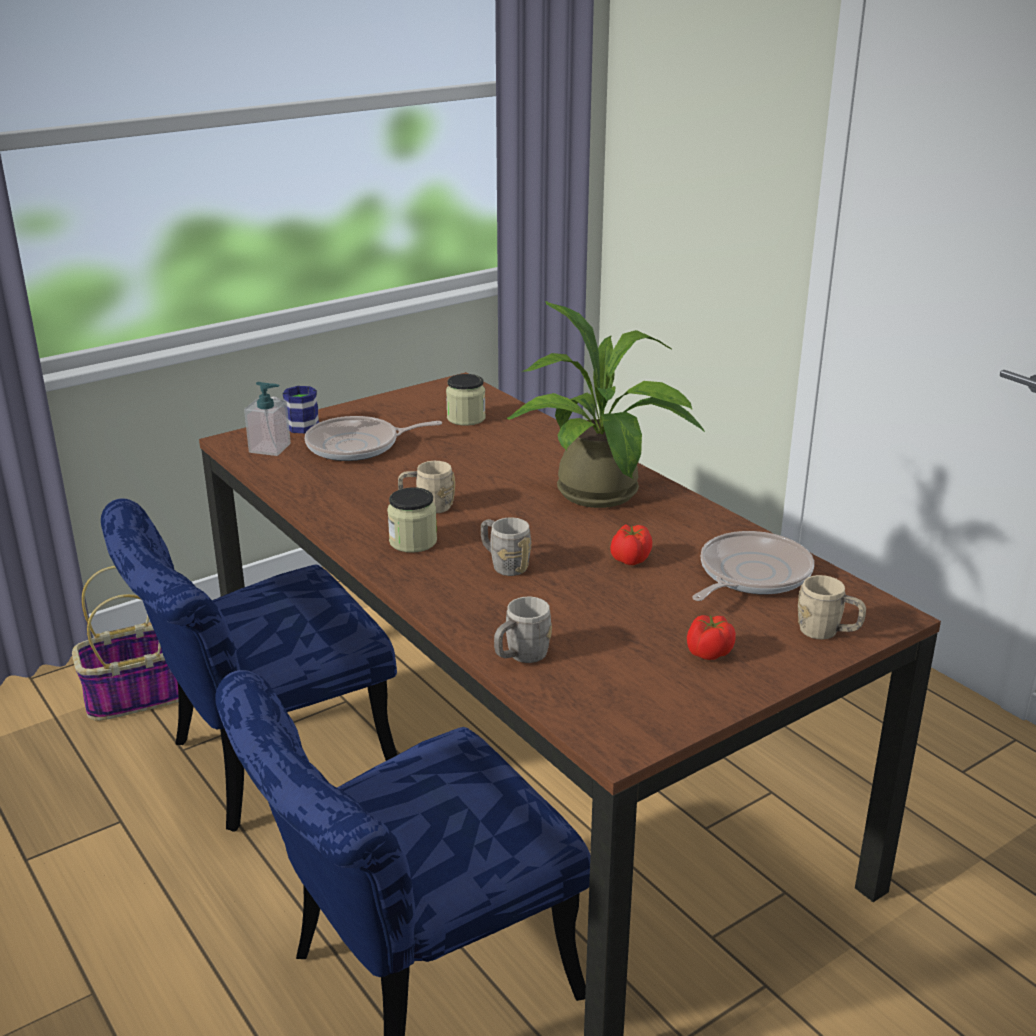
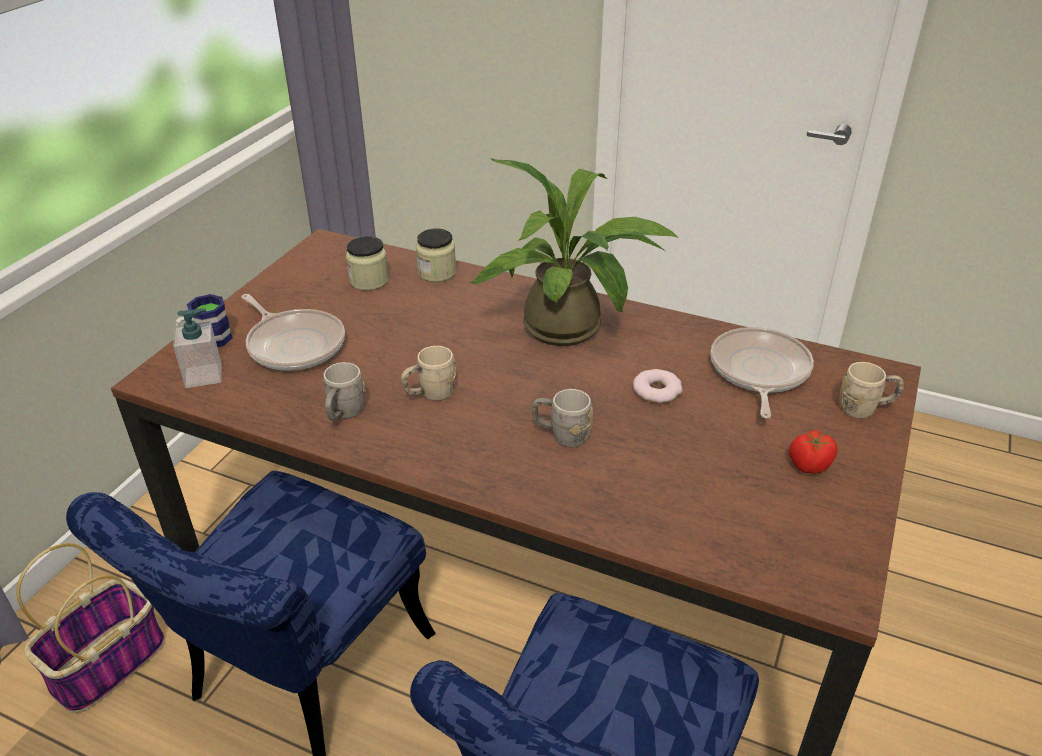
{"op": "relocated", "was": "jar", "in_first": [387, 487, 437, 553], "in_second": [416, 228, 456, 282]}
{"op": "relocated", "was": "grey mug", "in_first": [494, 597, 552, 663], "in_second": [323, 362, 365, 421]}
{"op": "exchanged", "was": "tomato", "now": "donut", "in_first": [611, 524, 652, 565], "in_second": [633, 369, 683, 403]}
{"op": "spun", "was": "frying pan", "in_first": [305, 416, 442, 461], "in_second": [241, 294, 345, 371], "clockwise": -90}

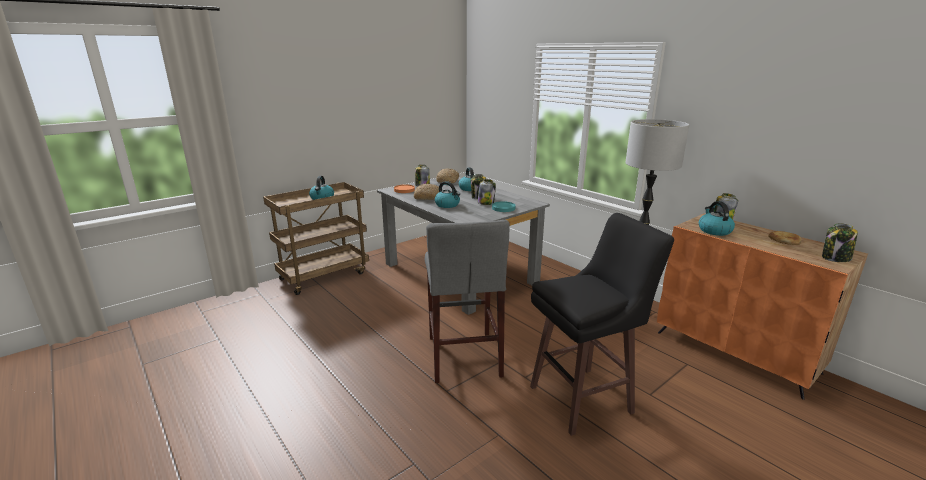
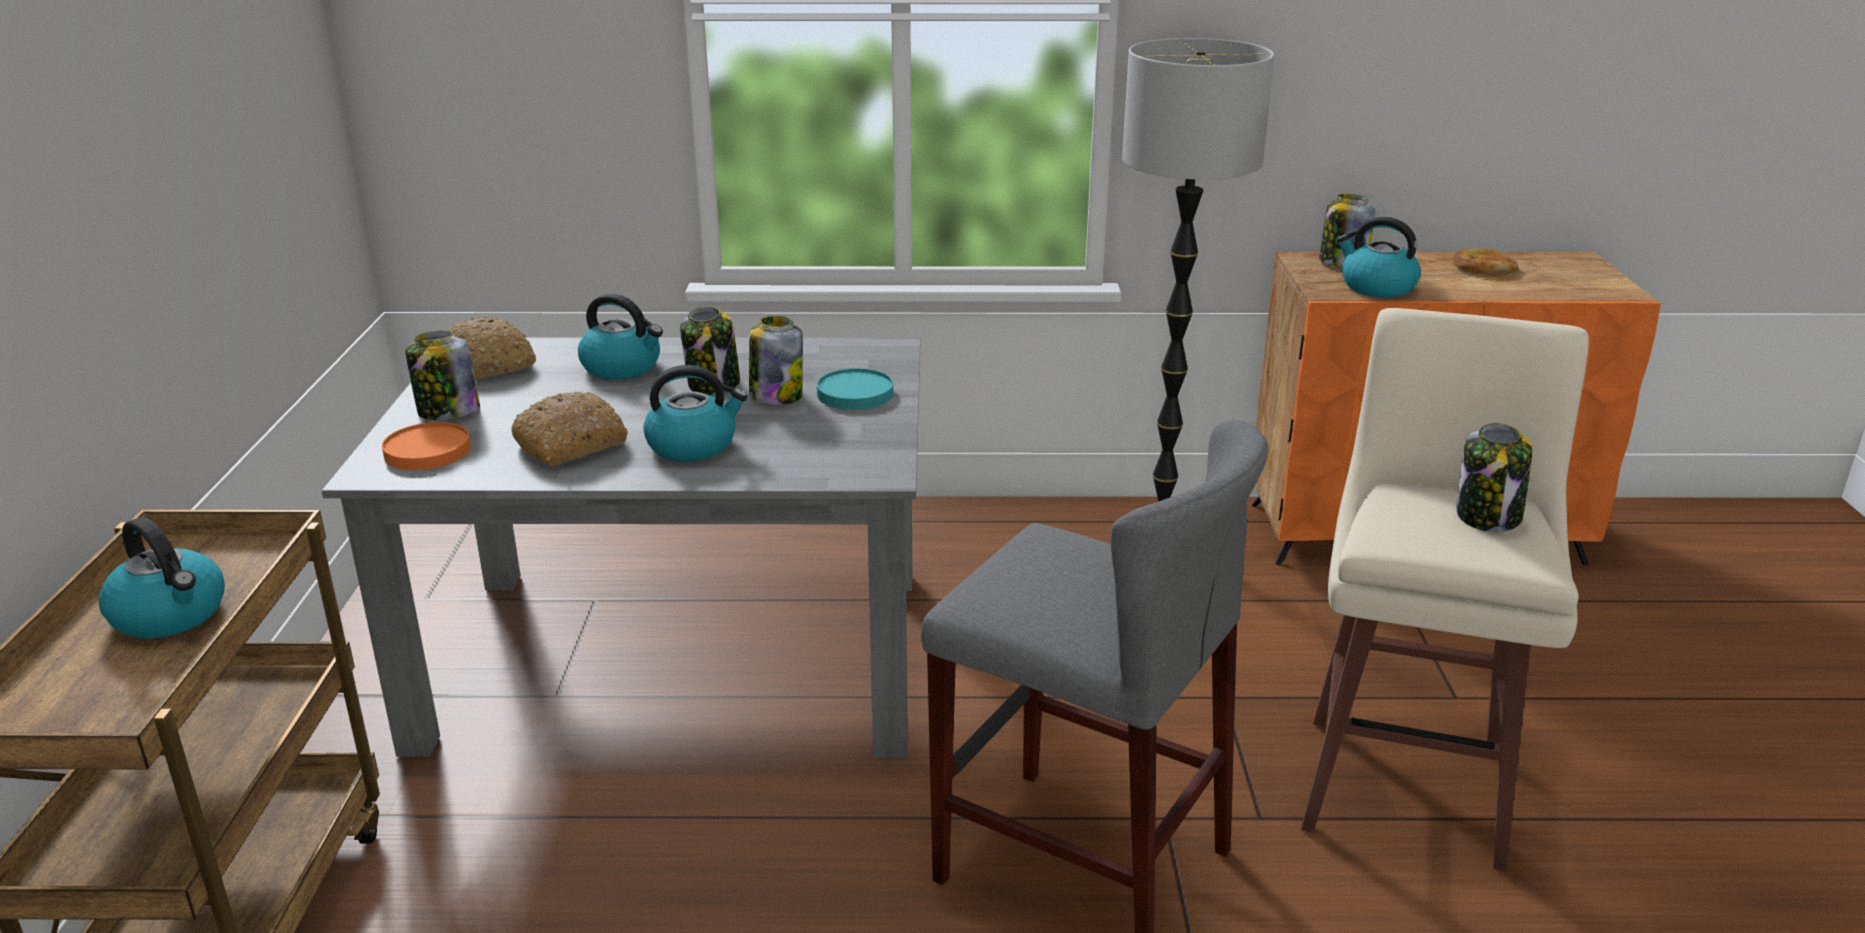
{"op": "relocated", "was": "jar", "in_first": [822, 223, 858, 262], "in_second": [1456, 423, 1533, 532]}
{"op": "colour", "was": "black stool", "now": "beige stool", "in_first": [530, 213, 674, 436], "in_second": [1301, 308, 1589, 871]}

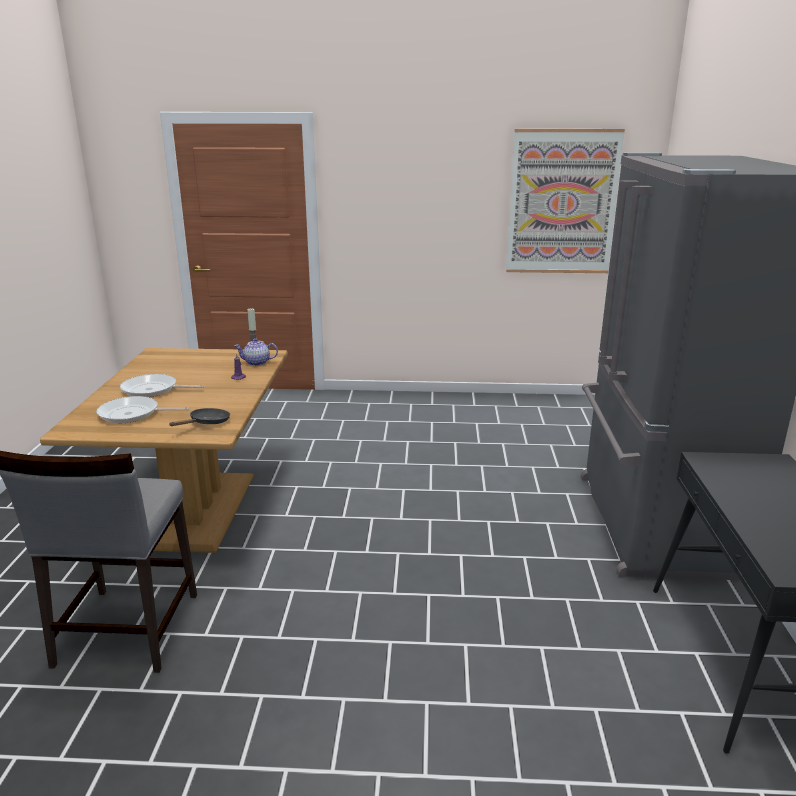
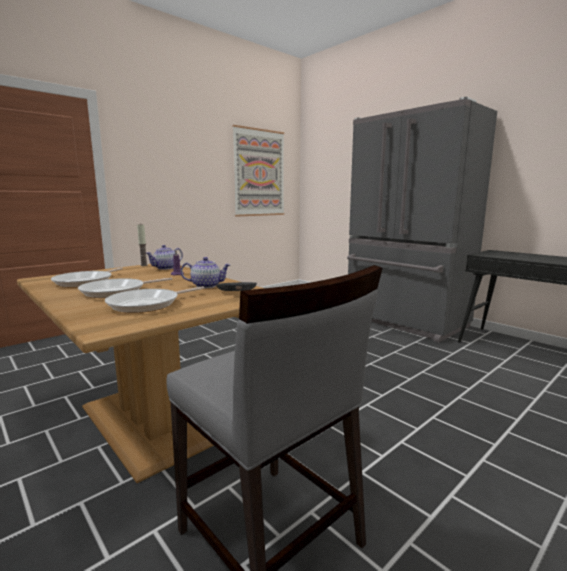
{"op": "appeared", "now": "frying pan", "in_second": [51, 267, 123, 287]}
{"op": "appeared", "now": "teapot", "in_second": [181, 257, 230, 288]}

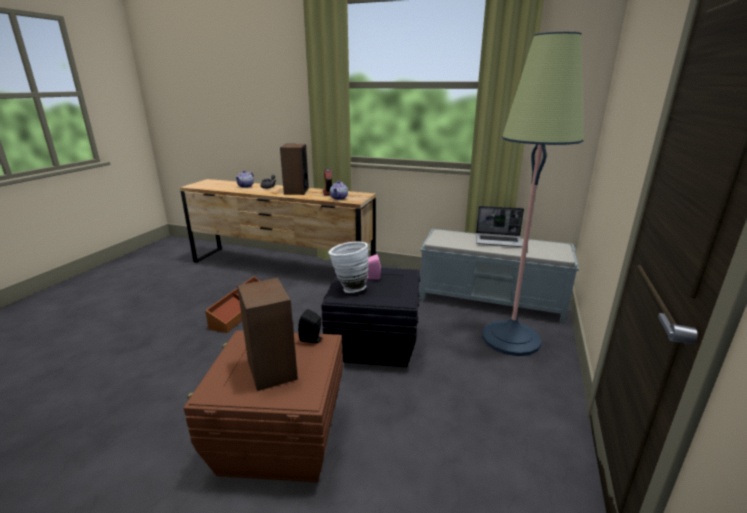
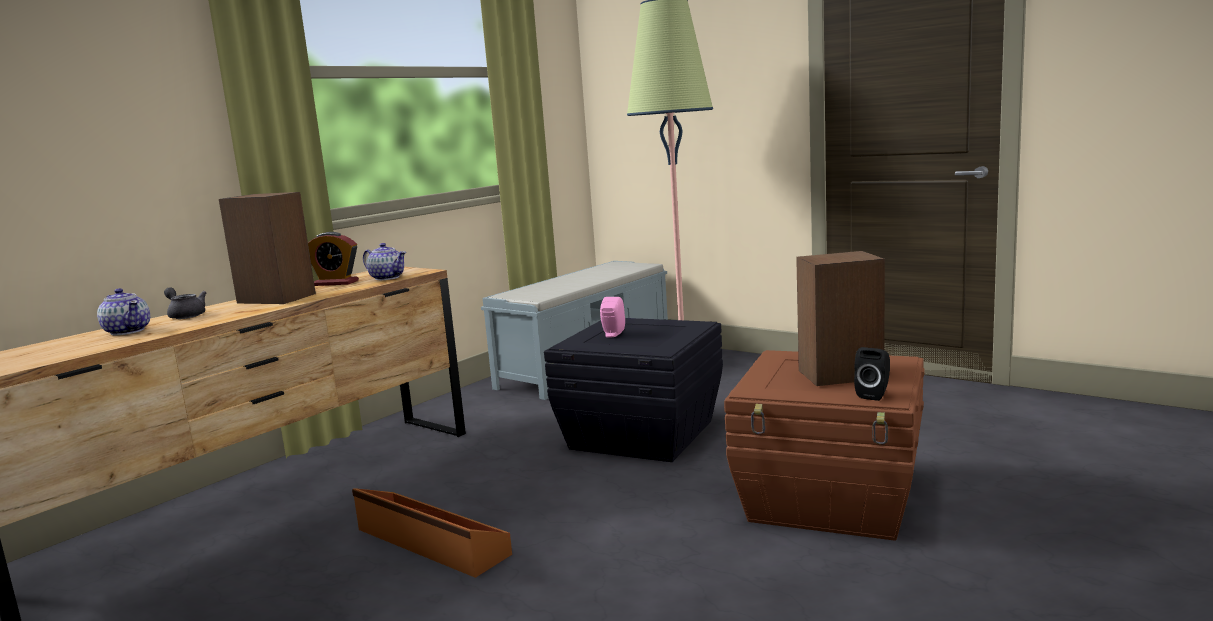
{"op": "missing", "was": "white vase", "in_first": [328, 242, 369, 293]}
{"op": "missing", "was": "laptop", "in_first": [476, 206, 524, 247]}
{"op": "relocated", "was": "black speaker", "in_first": [298, 309, 323, 343], "in_second": [854, 347, 890, 401]}

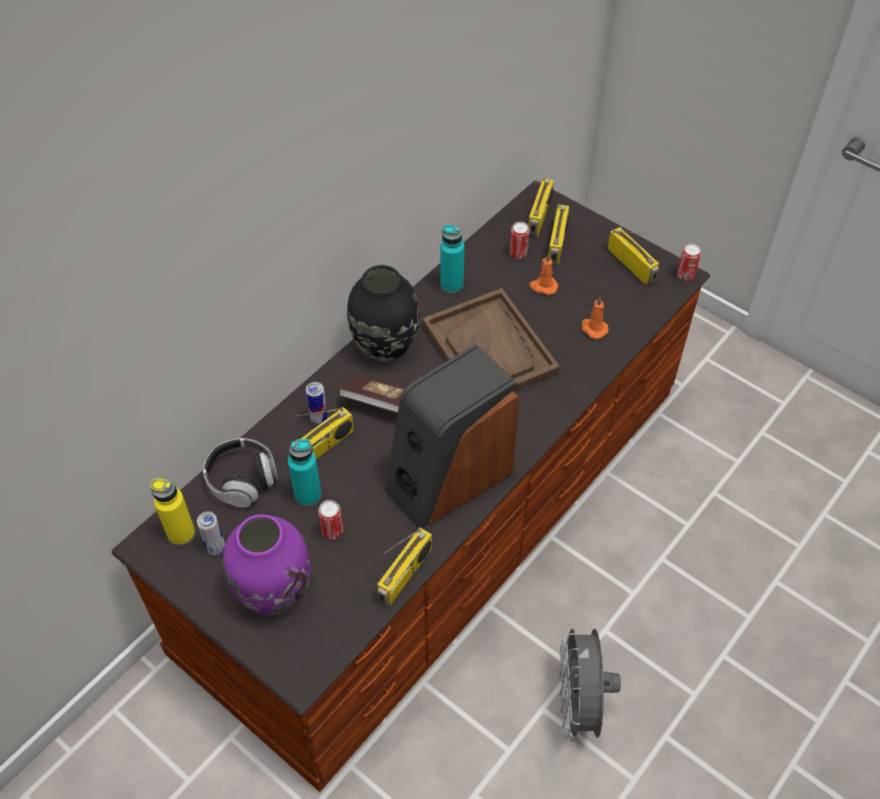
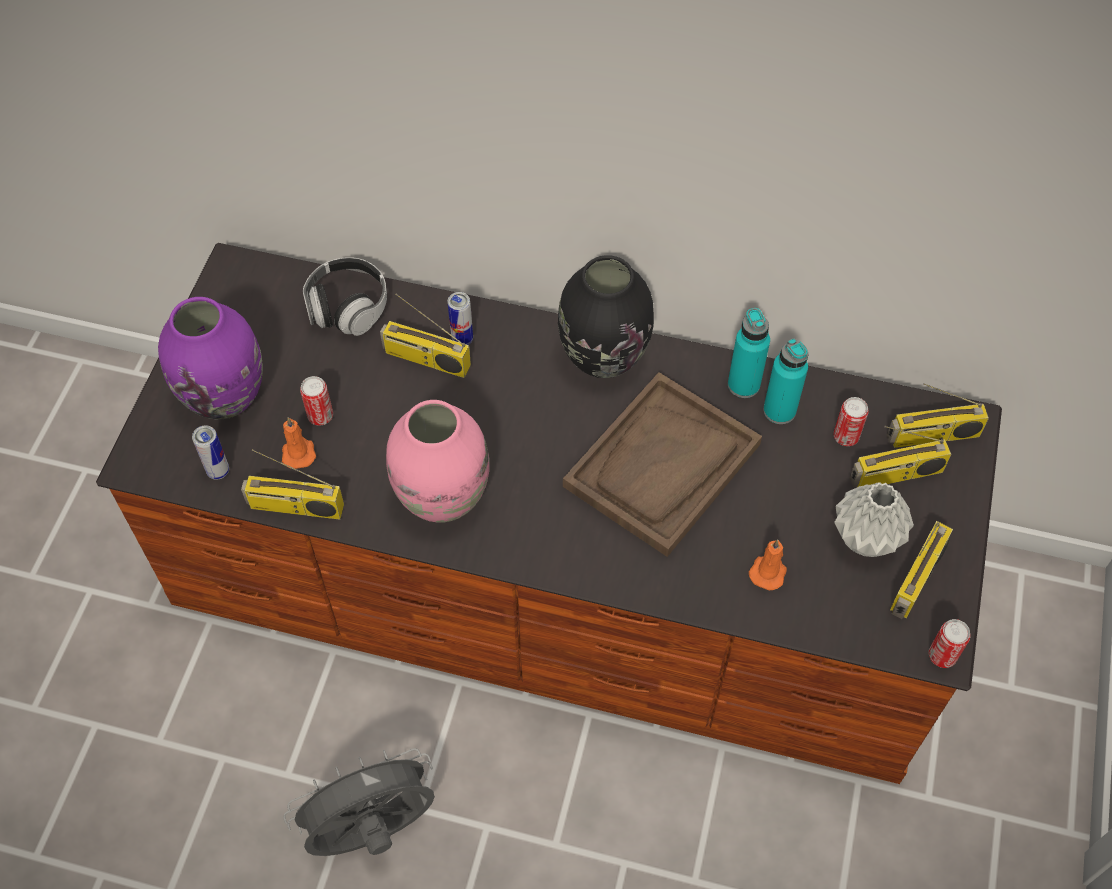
{"op": "missing", "was": "yellow bottle", "in_first": [150, 478, 195, 546]}
{"op": "missing", "was": "book", "in_first": [339, 374, 407, 413]}
{"op": "appeared", "now": "grey vase", "in_second": [834, 482, 914, 557]}
{"op": "relocated", "was": "can", "in_first": [197, 512, 225, 555], "in_second": [192, 425, 229, 480]}
{"op": "relocated", "was": "turquoise bottle", "in_first": [288, 439, 322, 506], "in_second": [763, 339, 808, 424]}
{"op": "relocated", "was": "orange candle", "in_first": [529, 254, 558, 295], "in_second": [282, 417, 316, 469]}
{"op": "exchanged", "was": "speaker", "now": "pink vase", "in_first": [384, 343, 519, 529], "in_second": [386, 400, 489, 523]}

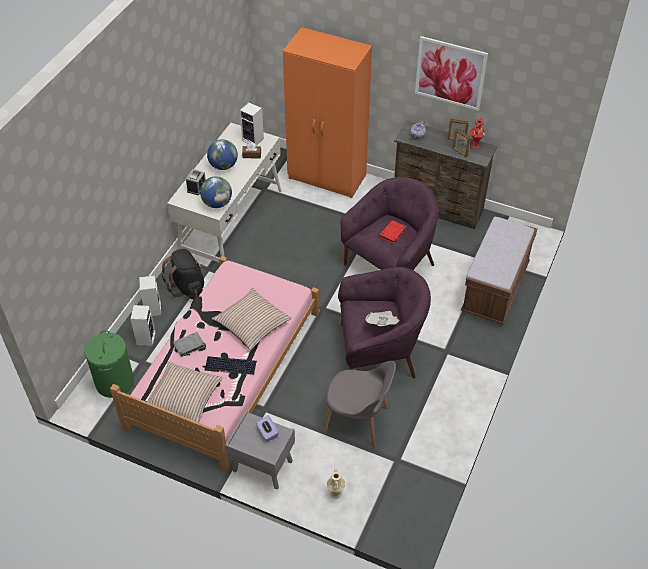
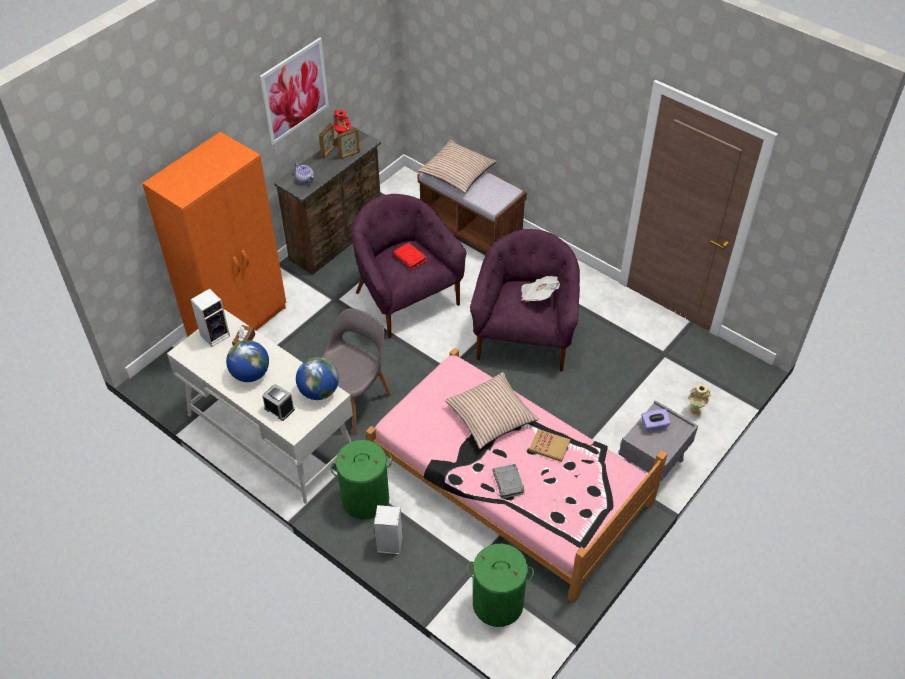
{"op": "missing", "was": "speaker", "in_first": [130, 305, 156, 346]}
{"op": "relocated", "was": "pillow", "in_first": [147, 361, 223, 422], "in_second": [418, 140, 497, 193]}
{"op": "relocated", "was": "grey chair", "in_first": [323, 361, 396, 448], "in_second": [322, 308, 391, 435]}
{"op": "exchanged", "was": "black backpack", "now": "green laundry basket", "in_first": [161, 249, 204, 299], "in_second": [330, 440, 392, 520]}
{"op": "exchanged", "was": "keyboard", "now": "book", "in_first": [205, 356, 257, 375], "in_second": [529, 429, 570, 462]}

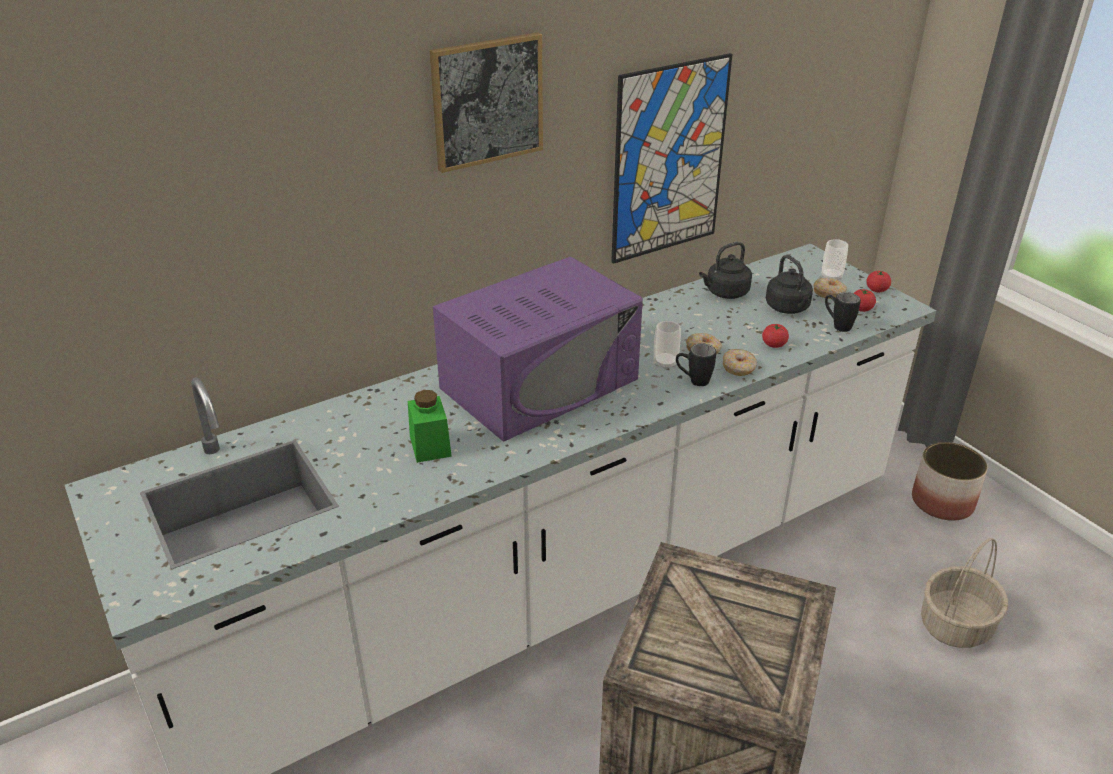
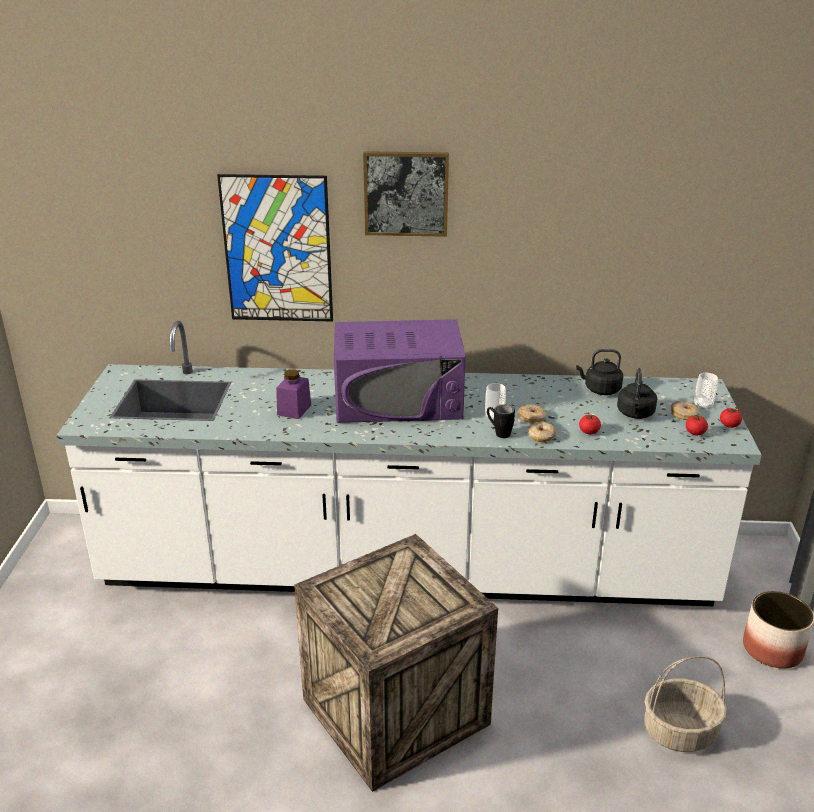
{"op": "missing", "was": "black mug", "in_first": [825, 292, 861, 332]}
{"op": "relocated", "was": "picture", "in_first": [611, 53, 732, 264], "in_second": [217, 174, 333, 322]}
{"op": "colour", "was": "green jar", "now": "purple jar", "in_first": [408, 390, 452, 463], "in_second": [276, 369, 311, 419]}

